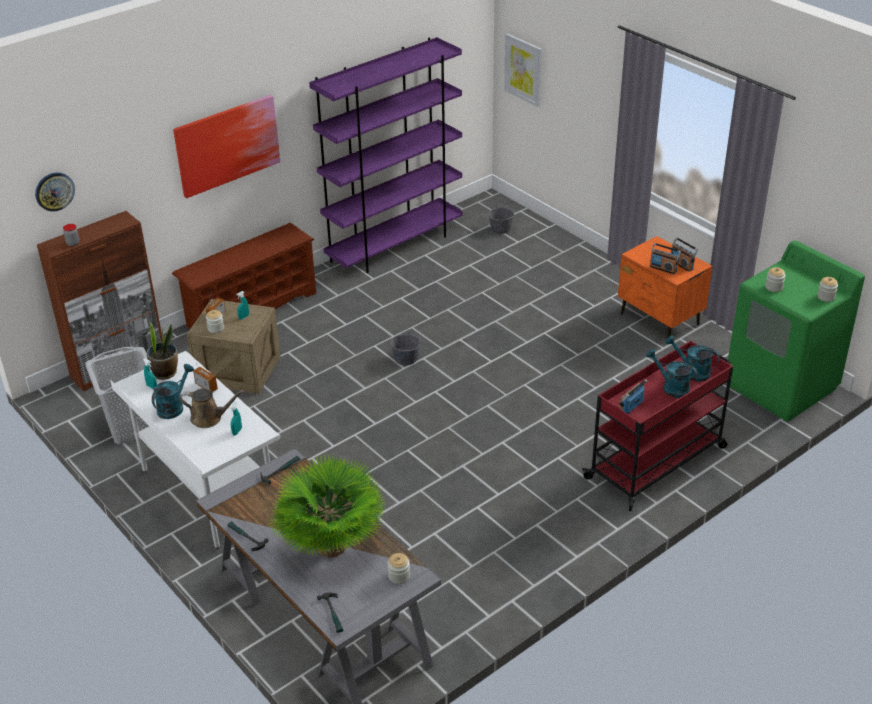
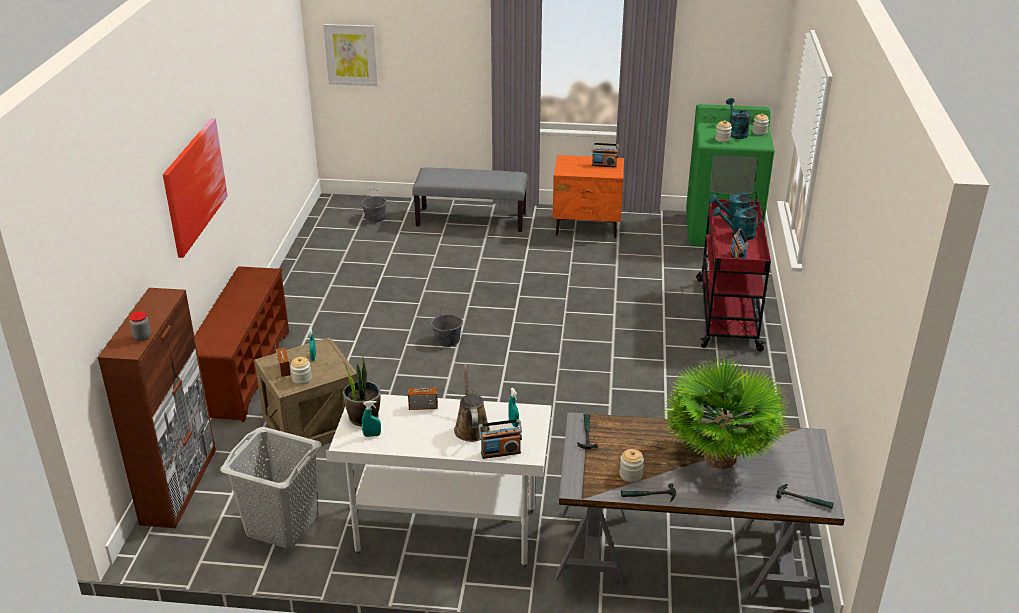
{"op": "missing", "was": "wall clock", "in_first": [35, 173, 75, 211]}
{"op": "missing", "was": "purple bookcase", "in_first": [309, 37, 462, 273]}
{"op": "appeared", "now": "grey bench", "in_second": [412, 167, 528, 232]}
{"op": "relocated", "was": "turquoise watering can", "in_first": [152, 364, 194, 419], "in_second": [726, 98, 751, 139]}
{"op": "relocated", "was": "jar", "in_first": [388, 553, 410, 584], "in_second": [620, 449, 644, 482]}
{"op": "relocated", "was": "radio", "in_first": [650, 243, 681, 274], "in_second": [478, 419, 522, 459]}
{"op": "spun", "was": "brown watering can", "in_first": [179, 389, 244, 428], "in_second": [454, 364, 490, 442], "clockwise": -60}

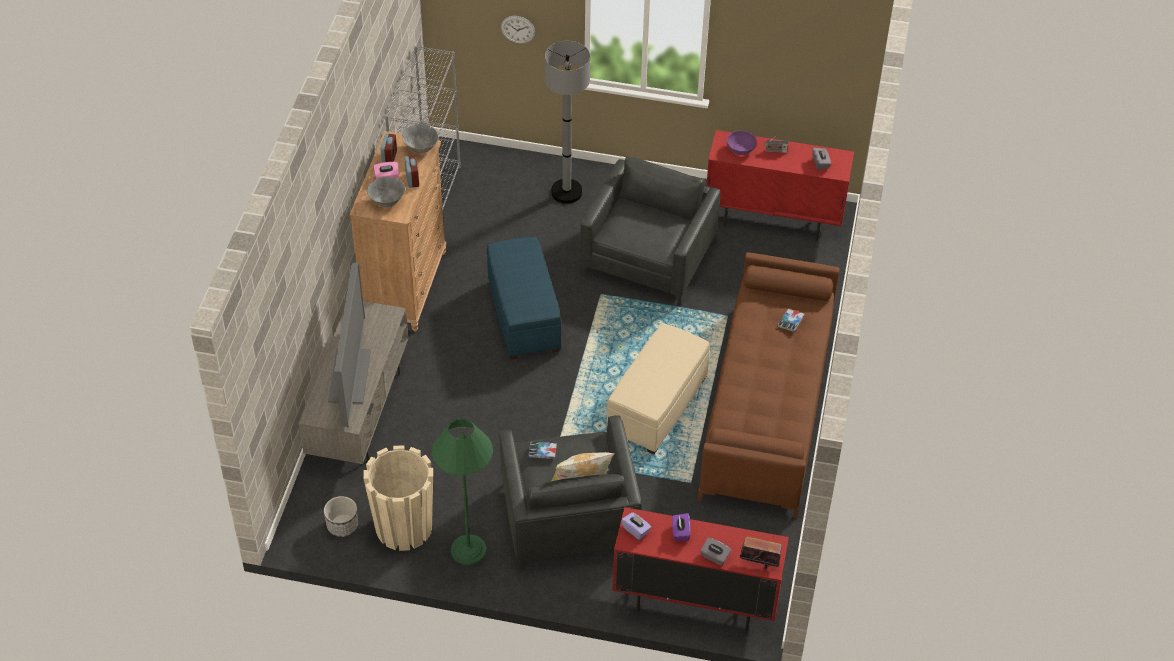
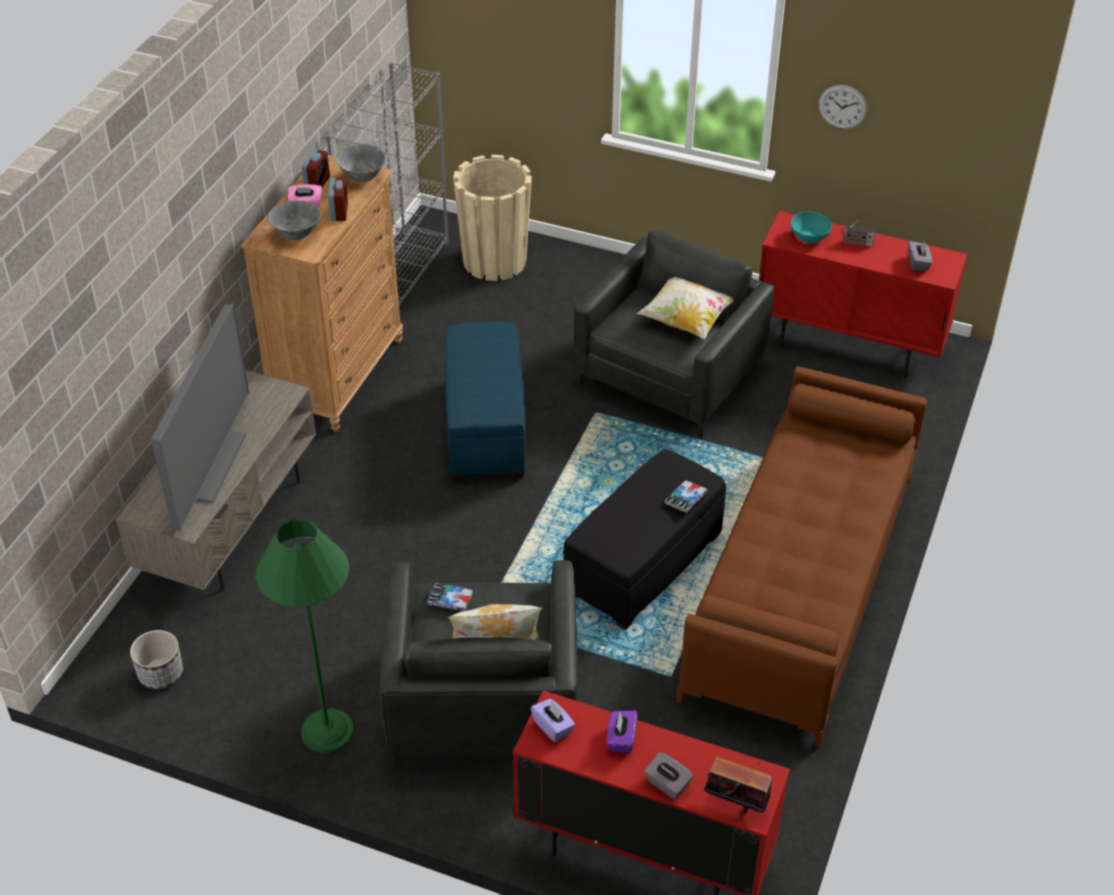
{"op": "missing", "was": "grey floor lamp", "in_first": [545, 41, 590, 204]}
{"op": "appeared", "now": "pillow", "in_second": [637, 277, 733, 339]}
{"op": "relocated", "was": "beige planter", "in_first": [363, 445, 433, 551], "in_second": [453, 155, 532, 281]}
{"op": "relocated", "was": "wall clock", "in_first": [501, 16, 535, 44], "in_second": [819, 85, 867, 129]}
{"op": "relocated", "was": "book", "in_first": [778, 309, 805, 332], "in_second": [665, 480, 707, 513]}
{"op": "colour", "was": "beige ottoman", "now": "black ottoman", "in_first": [607, 323, 710, 454], "in_second": [563, 449, 726, 630]}
{"op": "colour", "was": "purple bowl", "now": "turquoise bowl", "in_first": [727, 131, 757, 155], "in_second": [791, 212, 832, 243]}

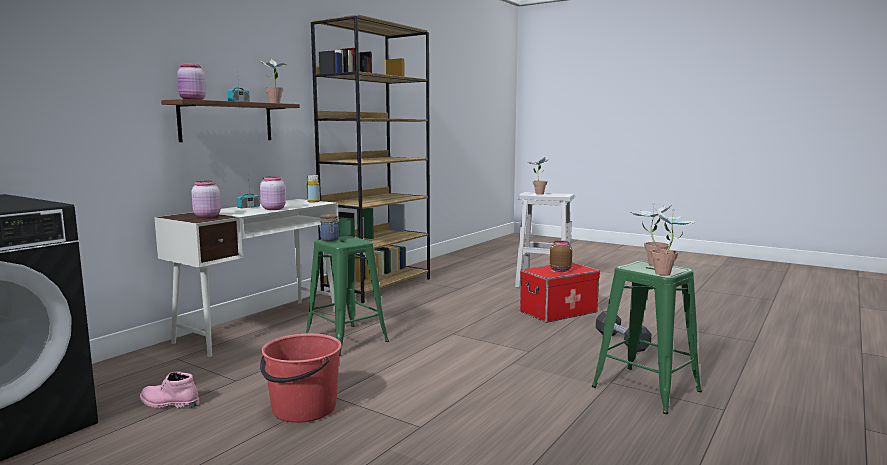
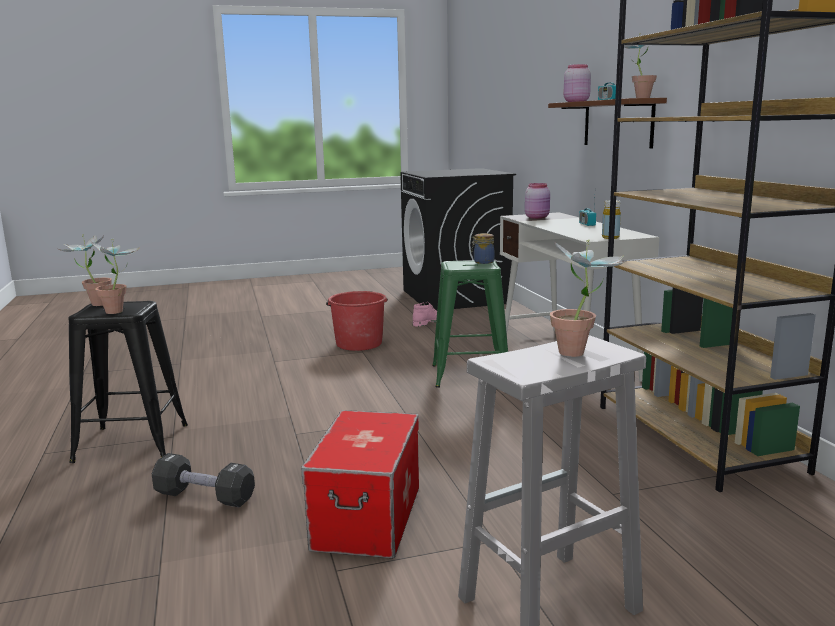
{"op": "missing", "was": "pink jar", "in_first": [260, 176, 286, 210]}
{"op": "missing", "was": "brown jar", "in_first": [550, 240, 572, 272]}
{"op": "colour", "was": "green stool", "now": "black stool", "in_first": [592, 261, 702, 414], "in_second": [69, 301, 188, 463]}

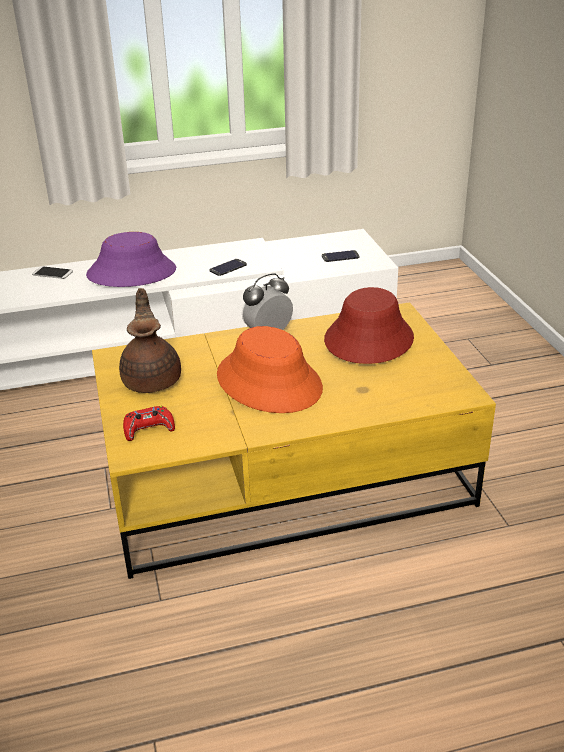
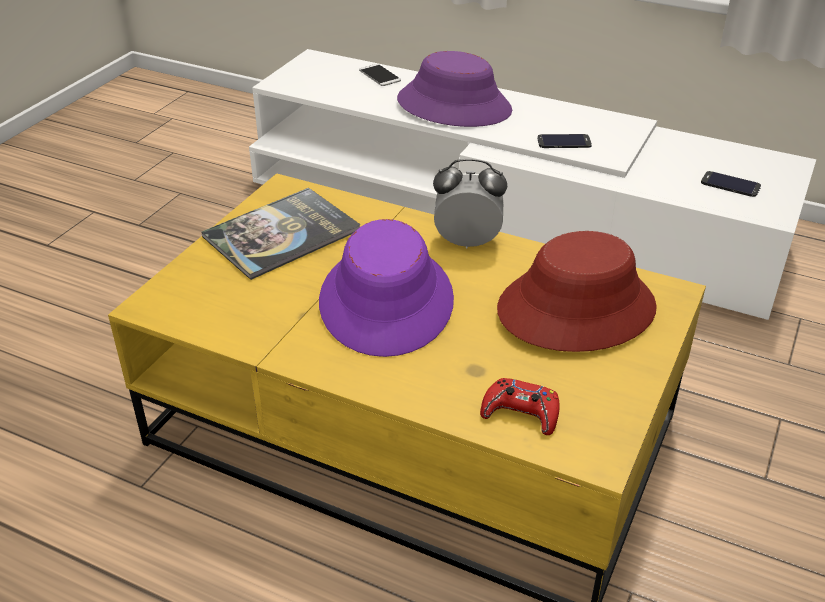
{"op": "relocated", "was": "red game controller", "in_first": [123, 406, 175, 441], "in_second": [480, 378, 559, 435]}
{"op": "exchanged", "was": "brown teapot", "now": "book", "in_first": [119, 288, 181, 393], "in_second": [201, 188, 361, 280]}
{"op": "colour", "was": "orange hat", "now": "purple hat", "in_first": [217, 326, 323, 413], "in_second": [319, 219, 454, 357]}

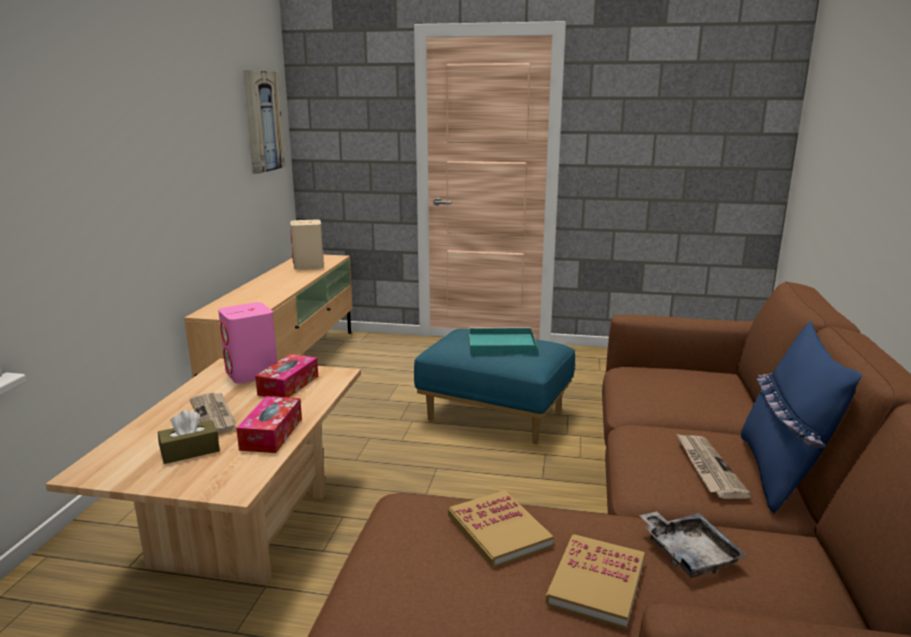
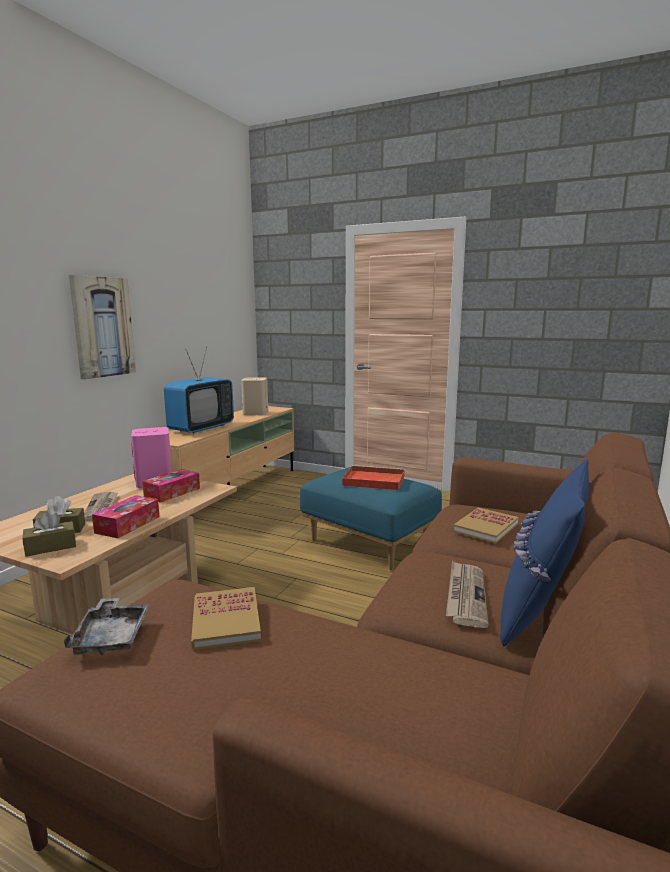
{"op": "appeared", "now": "brown tissue box", "in_second": [23, 512, 76, 556]}
{"op": "appeared", "now": "television", "in_second": [164, 347, 234, 434]}
{"op": "relocated", "was": "picture", "in_first": [243, 70, 285, 174], "in_second": [69, 275, 136, 380]}
{"op": "relocated", "was": "book", "in_first": [545, 534, 645, 629], "in_second": [452, 508, 519, 543]}
{"op": "relocated", "was": "grey tray", "in_first": [639, 511, 747, 578], "in_second": [63, 598, 150, 655]}
{"op": "colour", "was": "turquoise tray", "now": "red tray", "in_first": [469, 327, 537, 354], "in_second": [342, 465, 405, 490]}

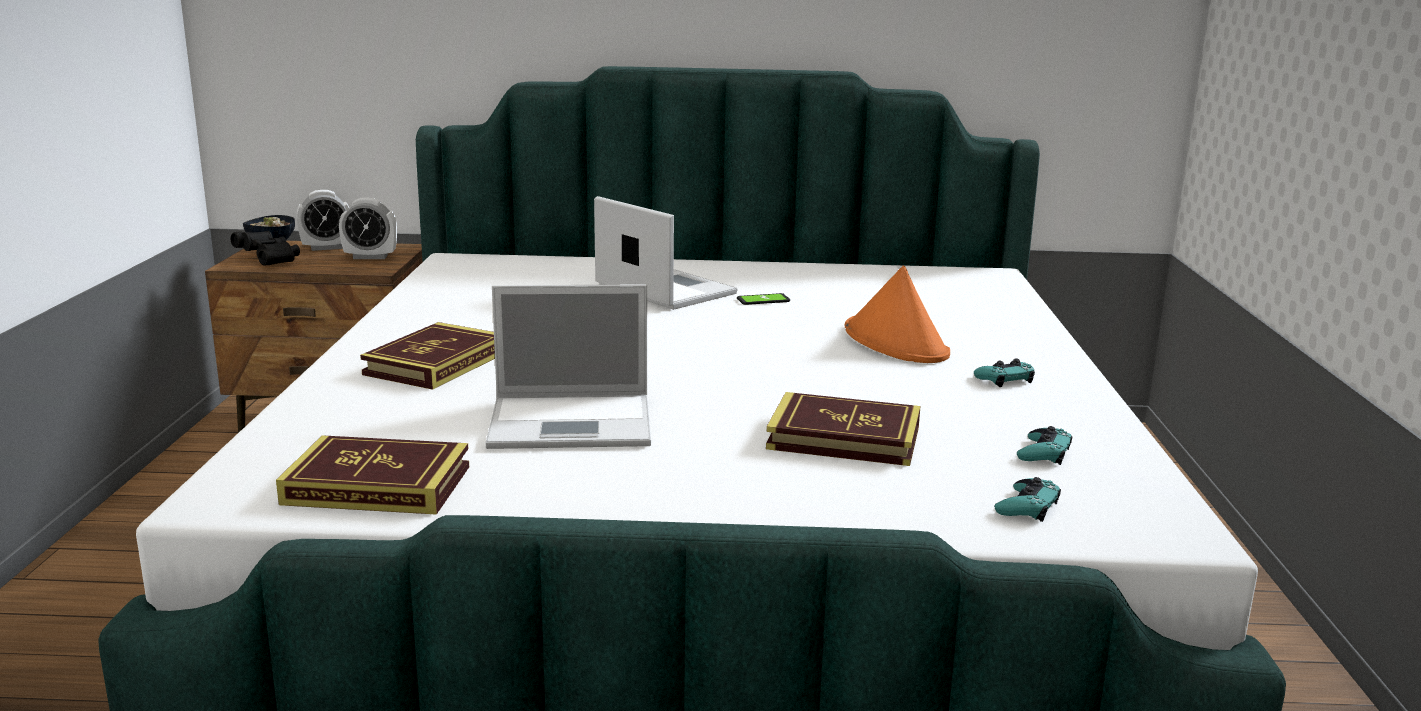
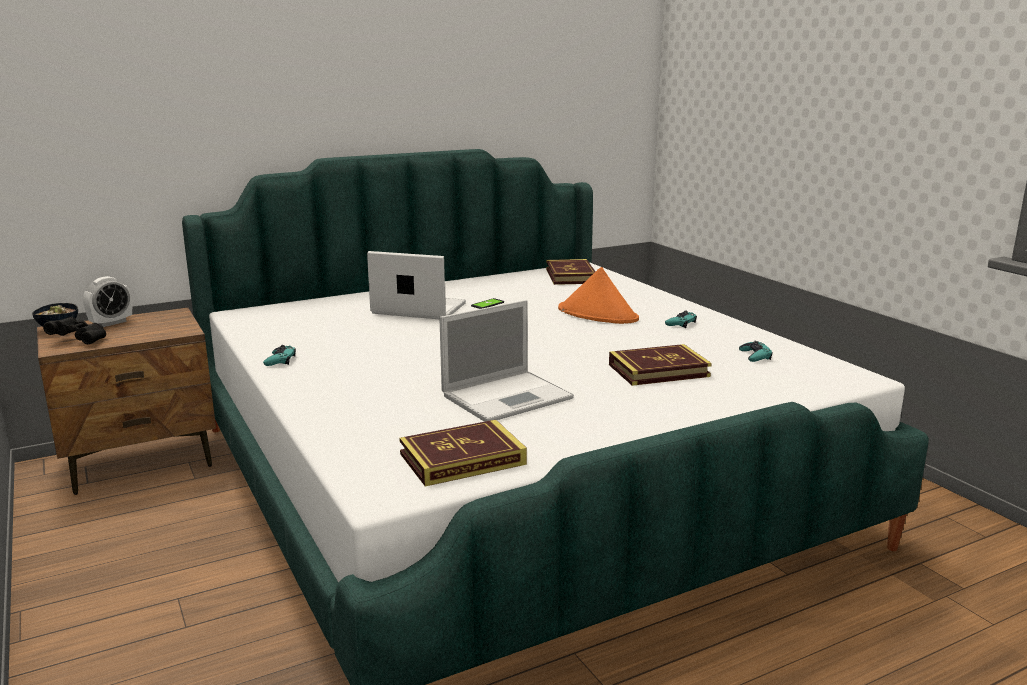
{"op": "missing", "was": "alarm clock", "in_first": [339, 198, 397, 259]}
{"op": "relocated", "was": "book", "in_first": [360, 322, 495, 390], "in_second": [546, 259, 596, 285]}
{"op": "relocated", "was": "turquoise game controller", "in_first": [994, 477, 1061, 522], "in_second": [263, 345, 296, 366]}

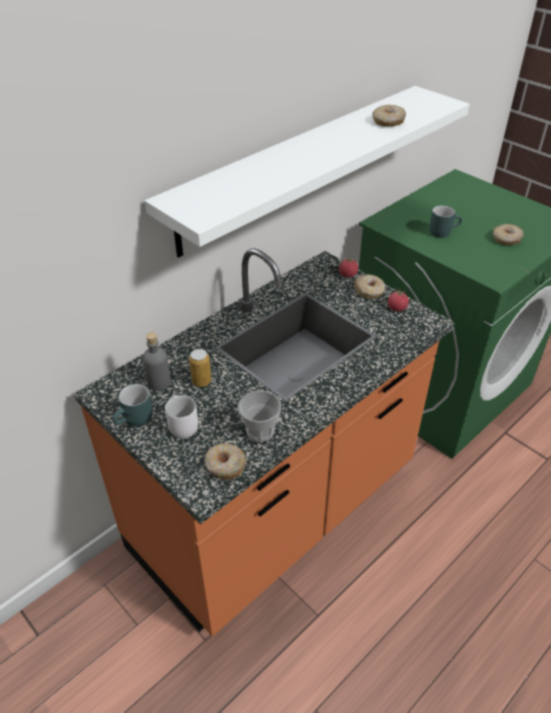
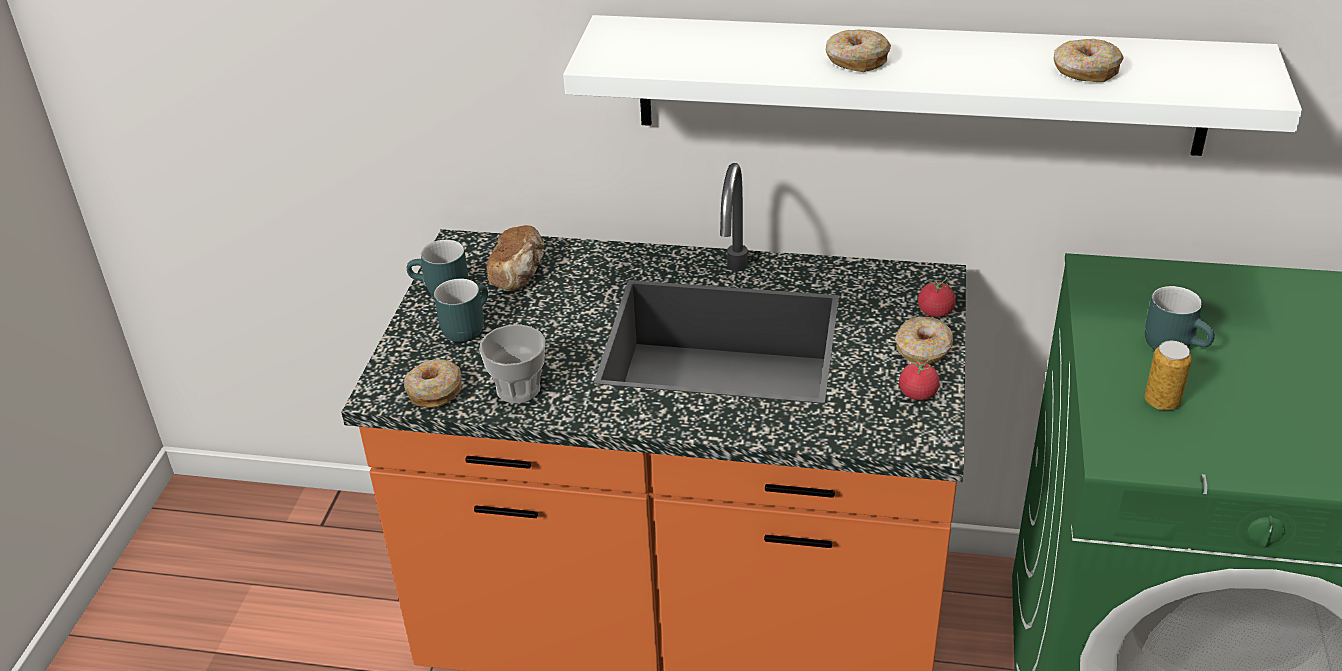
{"op": "relocated", "was": "can", "in_first": [189, 349, 212, 387], "in_second": [1145, 341, 1192, 410]}
{"op": "relocated", "was": "donut", "in_first": [493, 224, 524, 245], "in_second": [826, 30, 891, 72]}
{"op": "exchanged", "was": "grey bottle", "now": "bread", "in_first": [143, 332, 171, 391], "in_second": [487, 225, 545, 291]}
{"op": "colour", "was": "white mug", "now": "turquoise mug", "in_first": [165, 395, 198, 439], "in_second": [434, 279, 488, 342]}

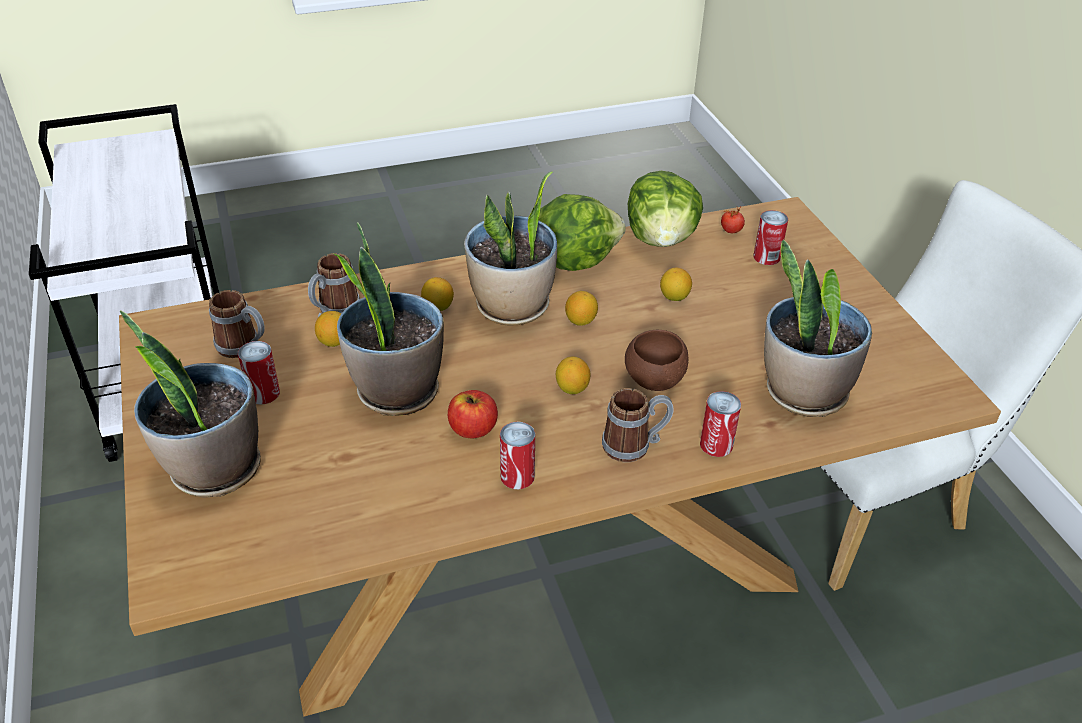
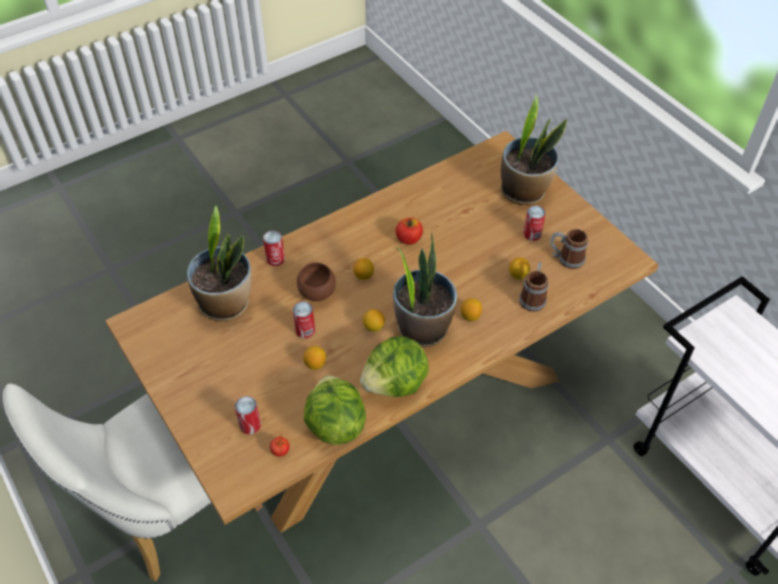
{"op": "missing", "was": "potted plant", "in_first": [334, 222, 444, 416]}
{"op": "missing", "was": "mug", "in_first": [602, 388, 674, 462]}
{"op": "relocated", "was": "can", "in_first": [500, 422, 535, 489], "in_second": [293, 301, 315, 338]}

